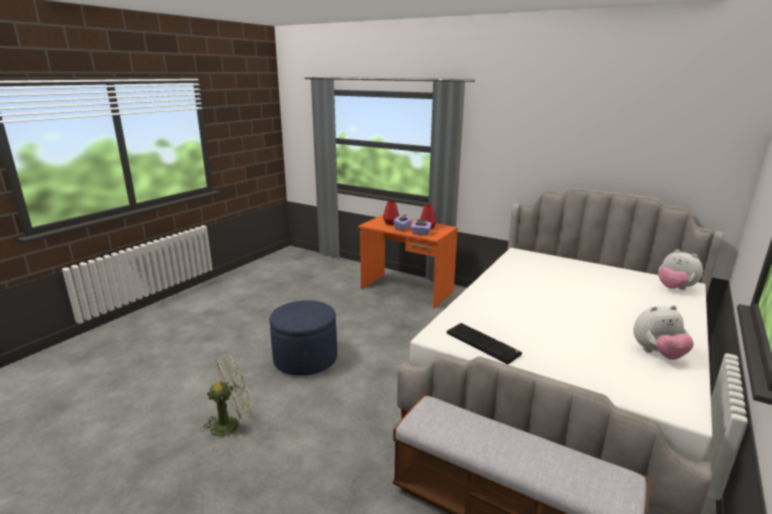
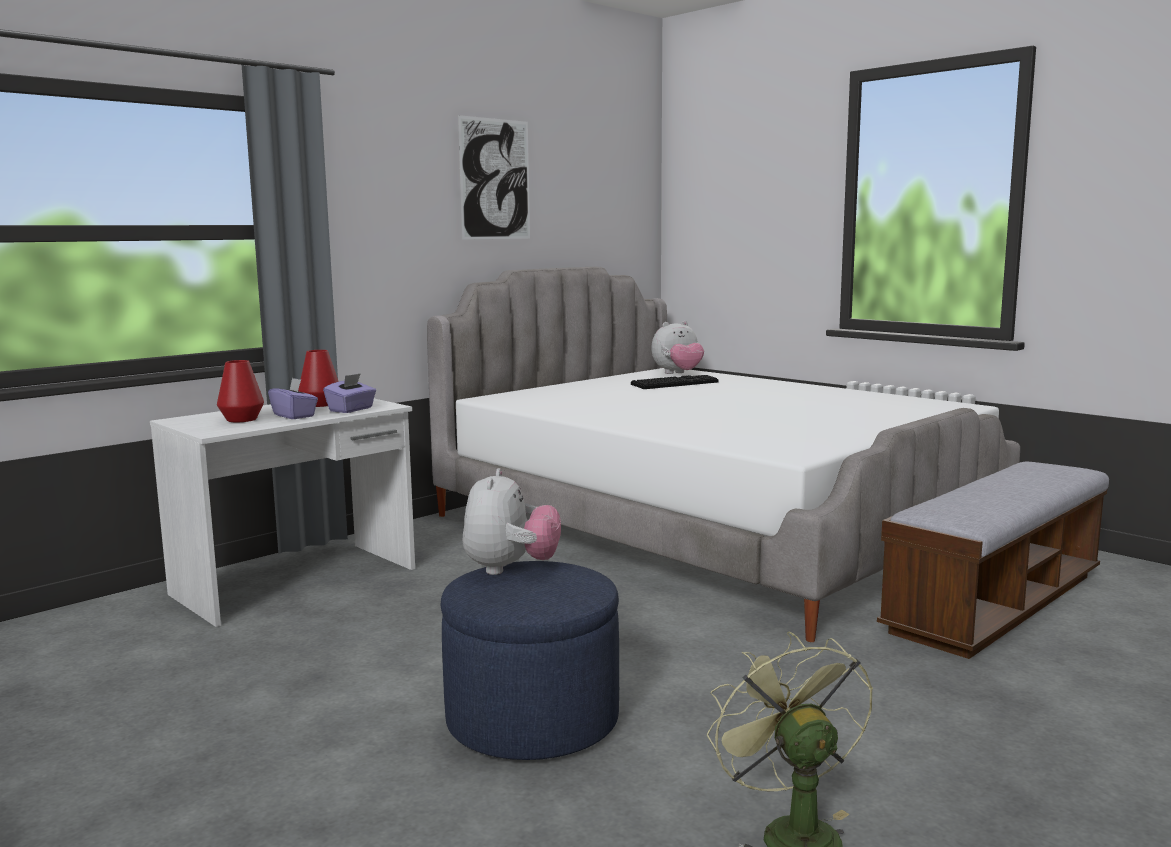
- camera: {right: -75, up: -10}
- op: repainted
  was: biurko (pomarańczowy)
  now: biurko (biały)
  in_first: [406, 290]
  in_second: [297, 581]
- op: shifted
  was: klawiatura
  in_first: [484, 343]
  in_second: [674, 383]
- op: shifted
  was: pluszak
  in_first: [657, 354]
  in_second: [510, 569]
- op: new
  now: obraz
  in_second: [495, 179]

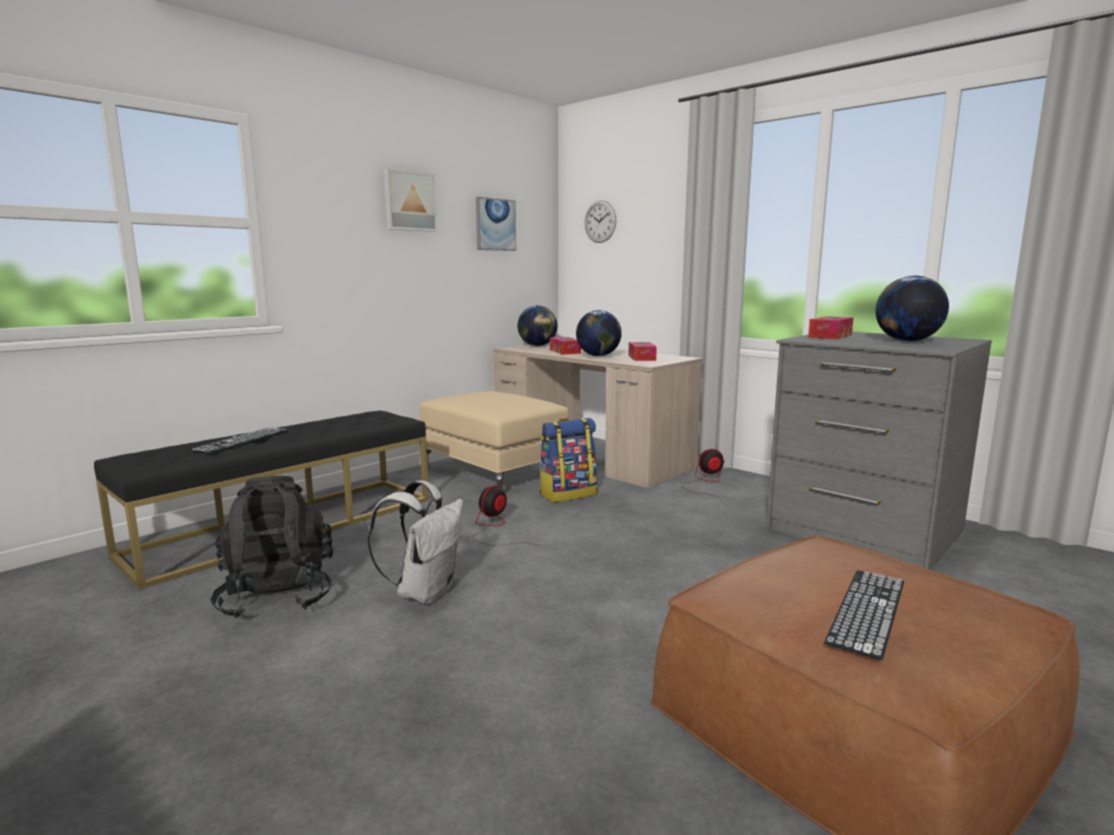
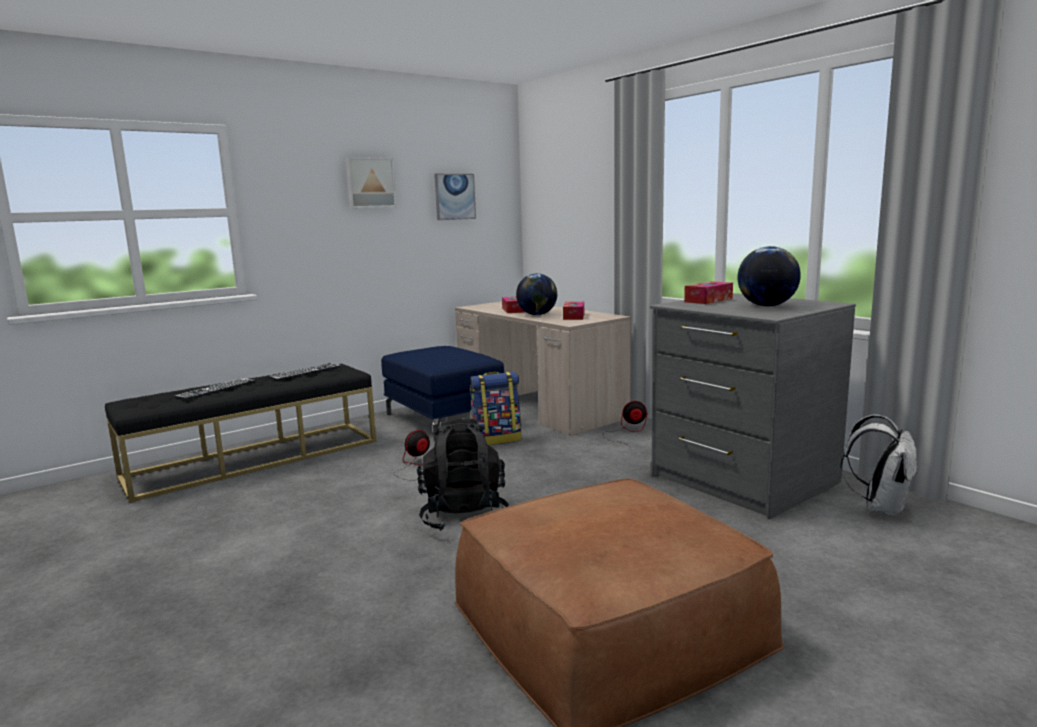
- camera: {right: 10, up: 0}
- op: shifted
  was: plecak (czarny)
  in_first: [278, 596]
  in_second: [464, 516]
- op: shifted
  was: plecak (biały)
  in_first: [425, 592]
  in_second: [880, 508]
- op: repainted
  was: pufa (beżowy)
  now: pufa (niebieski)
  in_first: [494, 473]
  in_second: [444, 419]
- op: gone
  was: globus
  in_first: [537, 346]
- op: gone
  was: zegar ścienny
  in_first: [600, 221]
- op: shifted
  was: klawiatura
  in_first: [867, 610]
  in_second: [305, 371]

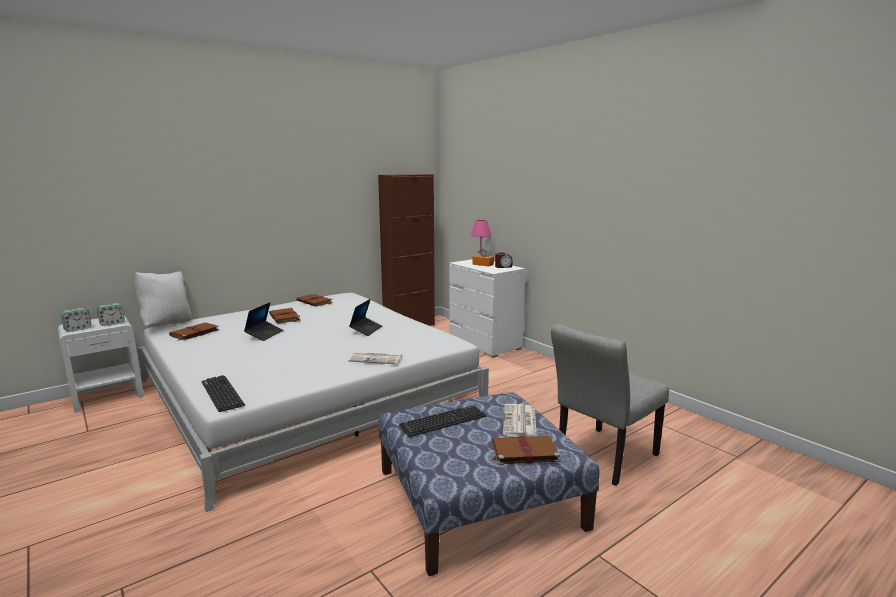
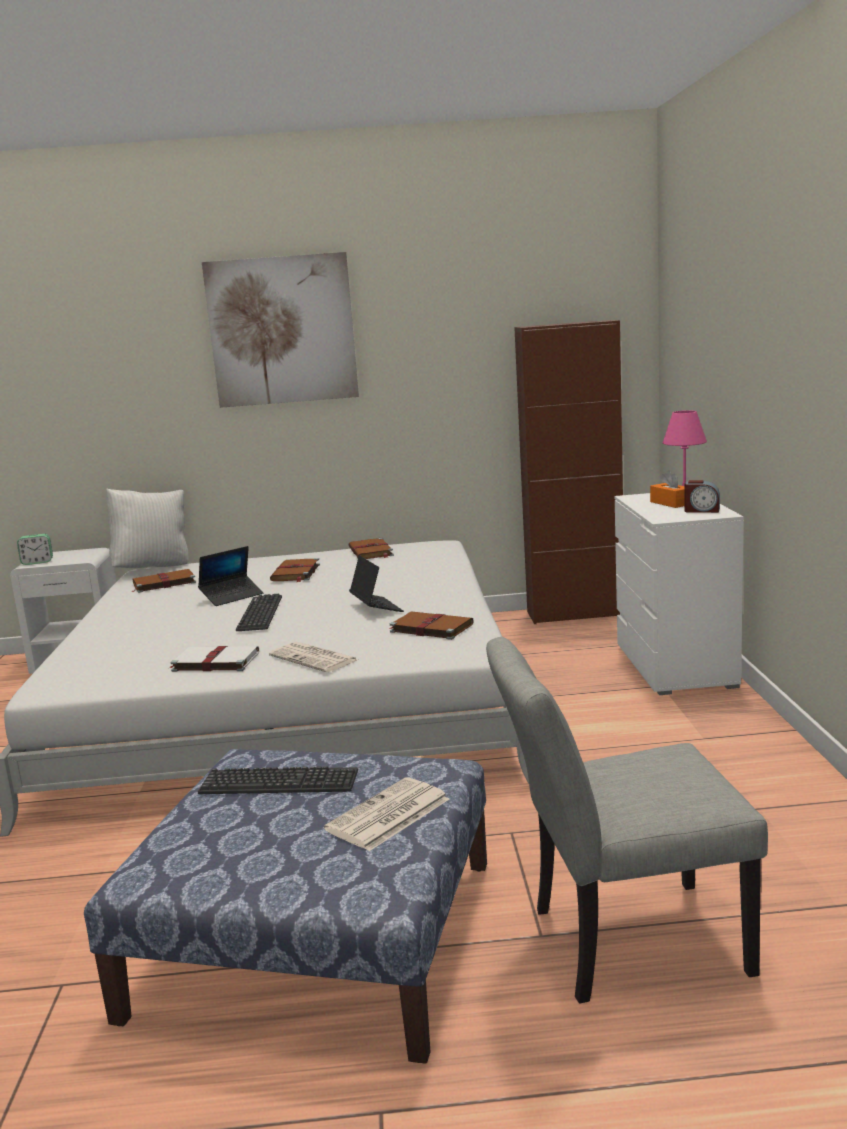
- camera: {right: 35, up: 0}
- op: gone
  was: budzik
  in_first: [112, 323]
- op: shifted
  was: klawiatura
  in_first: [222, 394]
  in_second: [260, 613]
- op: rotated
  was: laptop
  in_first: [366, 330]
  in_second: [376, 608]
  clockwise: -75
- op: shifted
  was: książka (brązowy)
  in_first: [523, 452]
  in_second: [430, 628]
- op: new
  now: książka (biały)
  in_second: [214, 662]
- op: new
  now: obraz
  in_second: [282, 330]

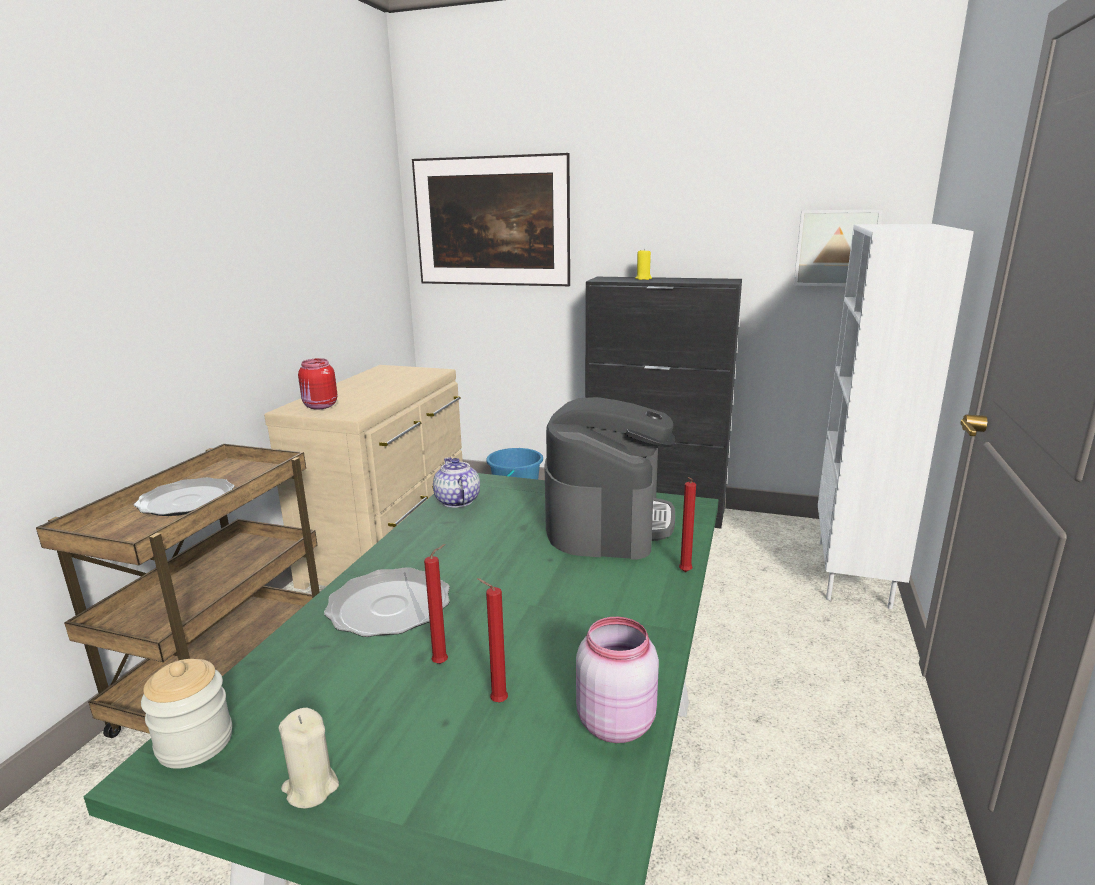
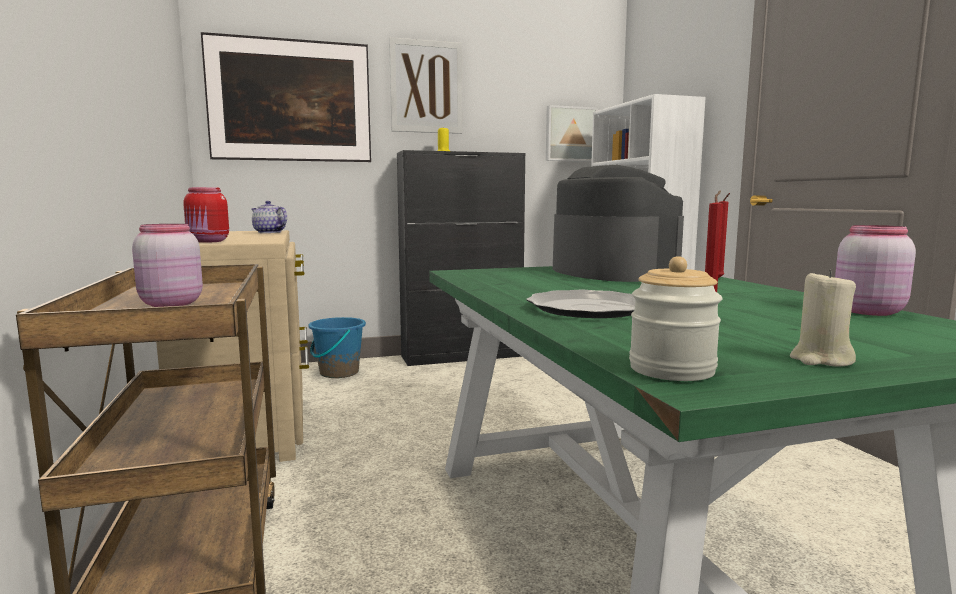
- camera: {right: -35, up: -10}
- op: swapped
  was: talerz
  now: słoik (różowy)
  in_first: [186, 500]
  in_second: [169, 304]
- op: shifted
  was: imbryk
  in_first: [456, 501]
  in_second: [269, 232]
- op: gone
  was: świeca (czerwony)
  in_first: [496, 702]
- op: new
  now: obraz
  in_second: [426, 87]

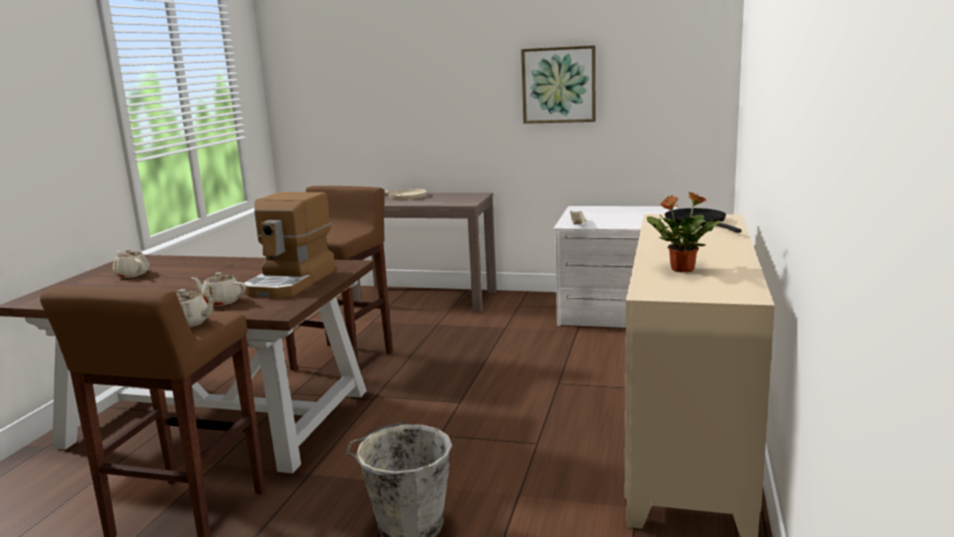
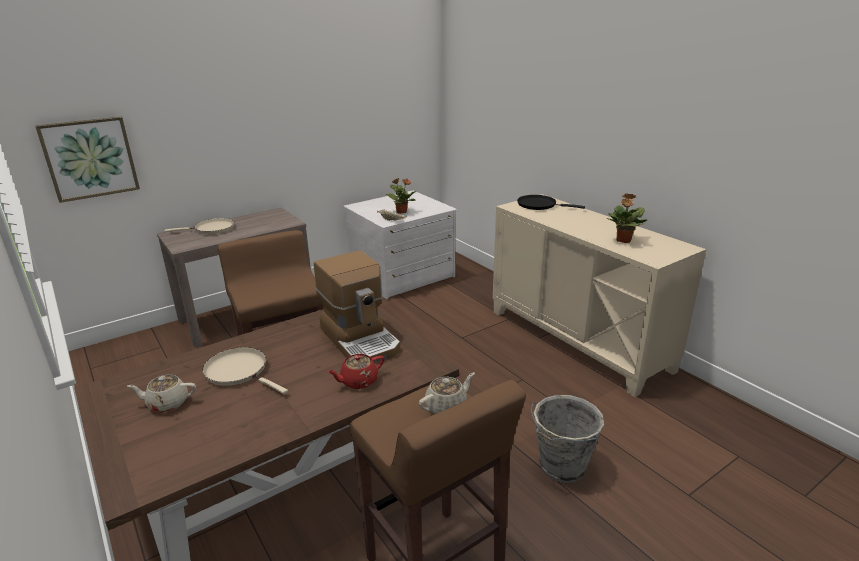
- camera: {right: -50, up: 10}
- op: repainted
  was: imbryk (beżowy)
  now: imbryk (czerwony)
  in_first: [221, 301]
  in_second: [358, 381]
- op: shifted
  was: obraz
  in_first: [559, 85]
  in_second: [90, 158]
- op: new
  now: patelnia (beżowy)
  in_second: [239, 371]
- op: new
  now: roślina doniczkowa
  in_second: [401, 212]

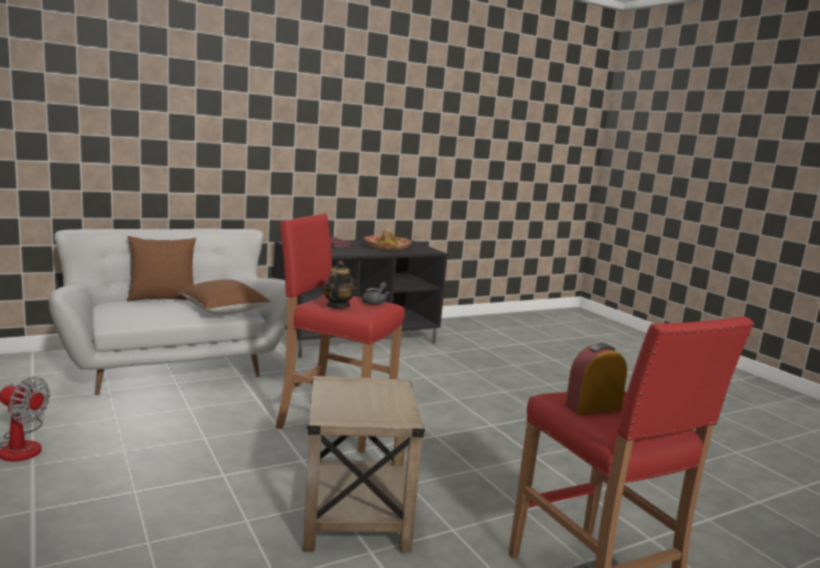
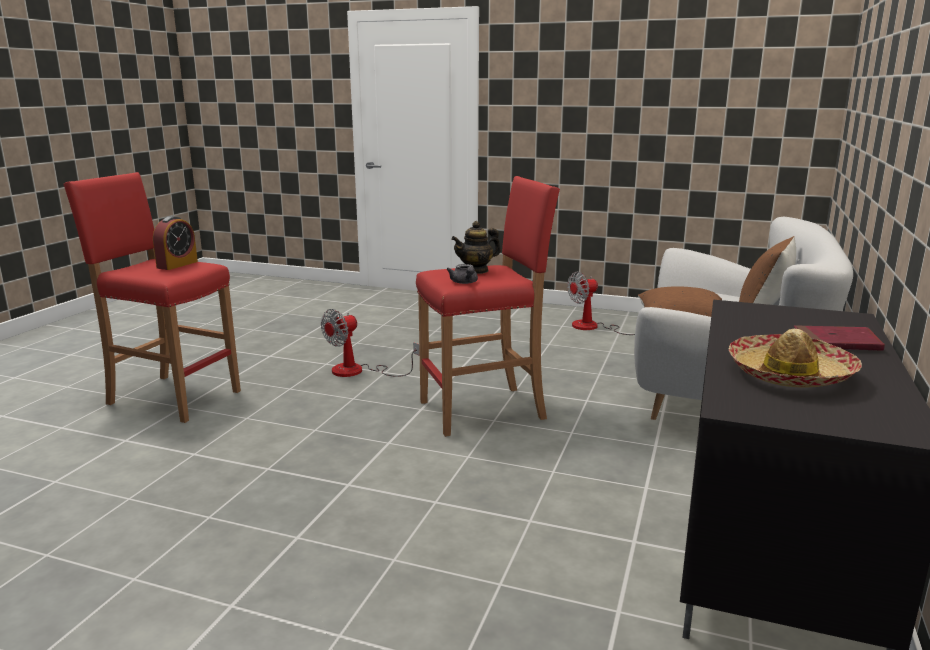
- camera: {right: 140, up: 5}
- op: swapped
  was: stolik (beżowy)
  now: wentylator
  in_first: [355, 517]
  in_second: [358, 371]
- op: rotated
  was: imbryk
  in_first: [337, 306]
  in_second: [476, 270]
  clockwise: 90

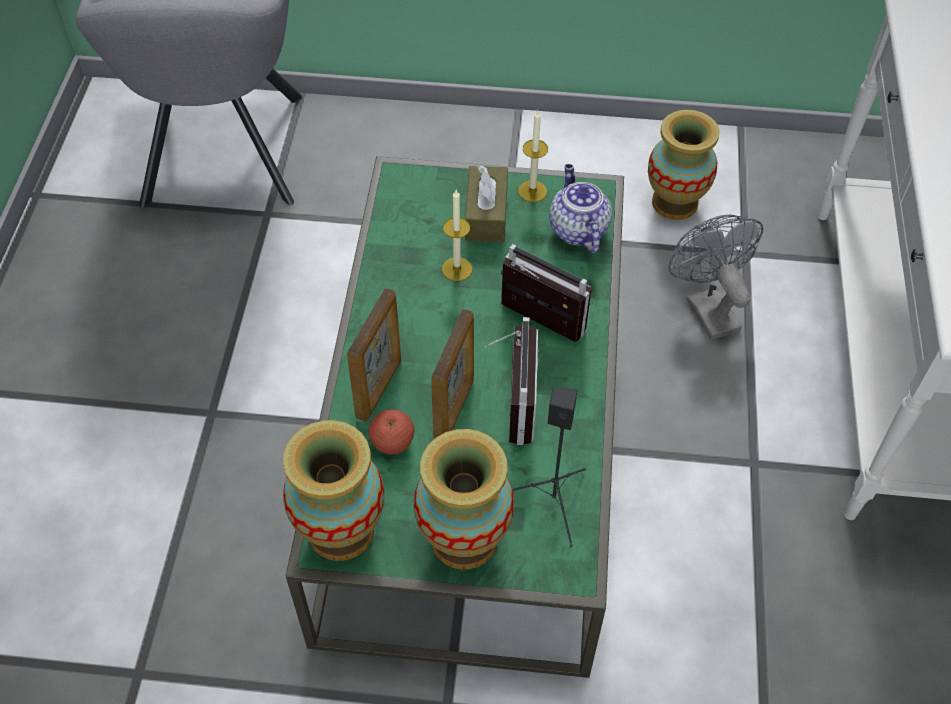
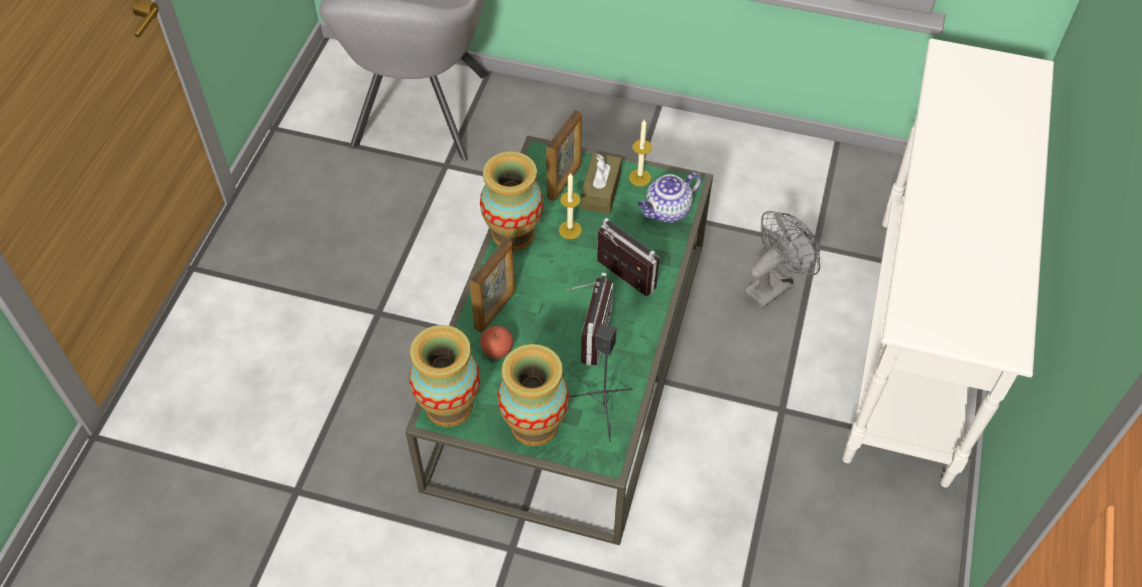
- camera: {right: 10, up: 0}
- op: shifted
  was: ramka na zdjęcie
  in_first: [454, 409]
  in_second: [564, 181]
- op: rotated
  was: imbryk
  in_first: [577, 229]
  in_second: [667, 211]
  clockwise: -120
- op: shifted
  was: wazon
  in_first: [675, 203]
  in_second: [513, 233]
- op: rotated
  was: wentylator (szary)
  in_first: [706, 308]
  in_second: [773, 285]
  clockwise: 60

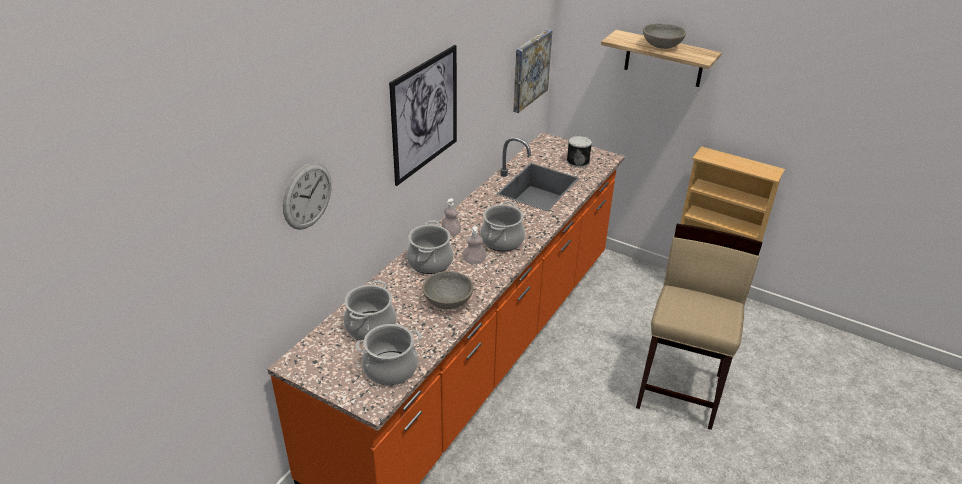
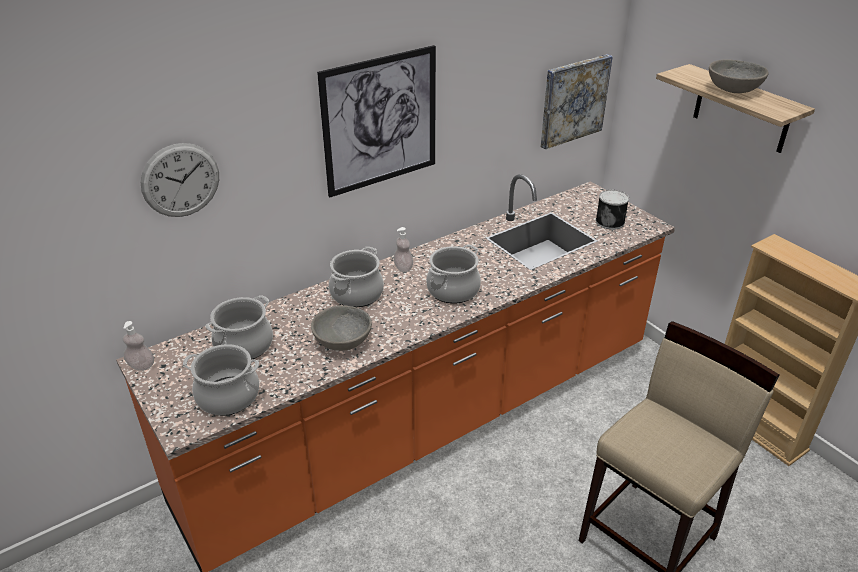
- camera: {right: 25, up: 0}
- op: shifted
  was: dozownik mydła
  in_first: [474, 261]
  in_second: [141, 366]

